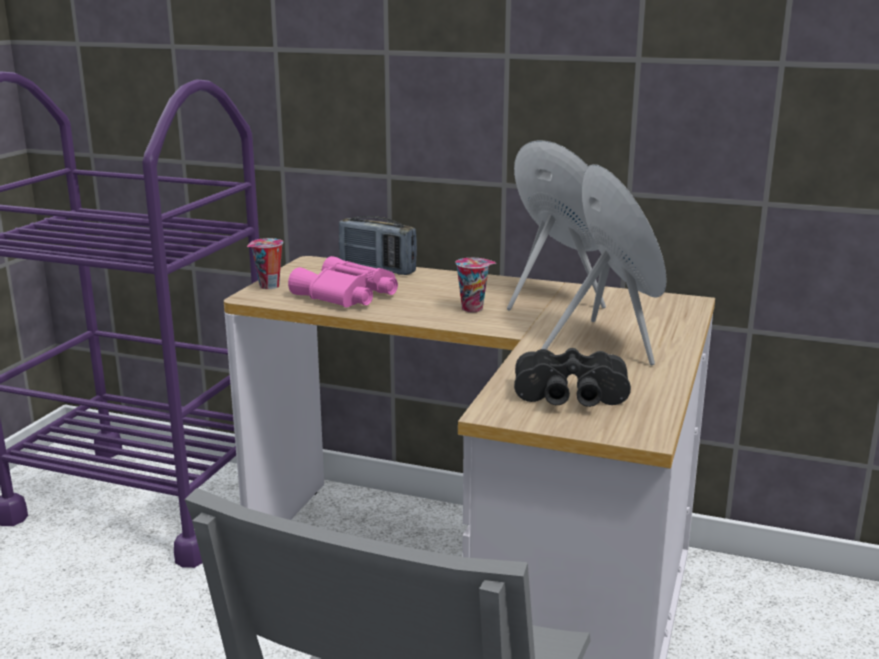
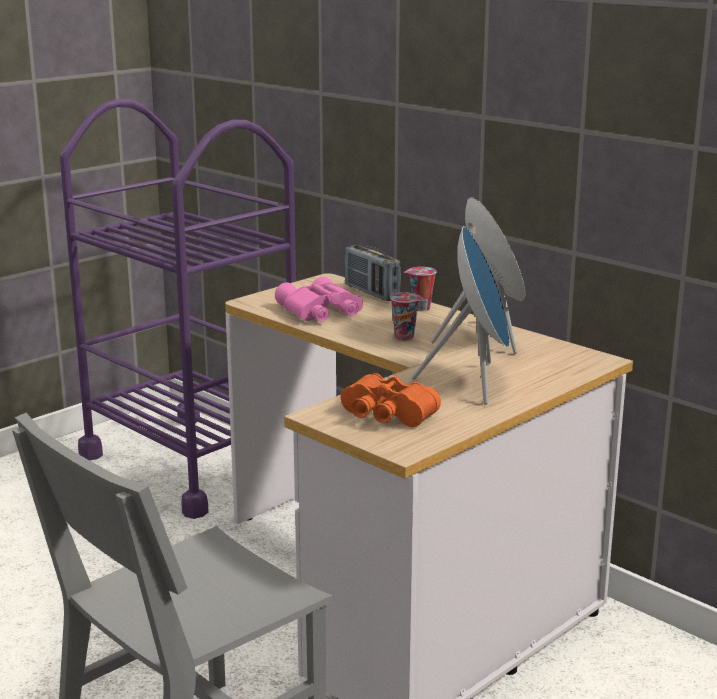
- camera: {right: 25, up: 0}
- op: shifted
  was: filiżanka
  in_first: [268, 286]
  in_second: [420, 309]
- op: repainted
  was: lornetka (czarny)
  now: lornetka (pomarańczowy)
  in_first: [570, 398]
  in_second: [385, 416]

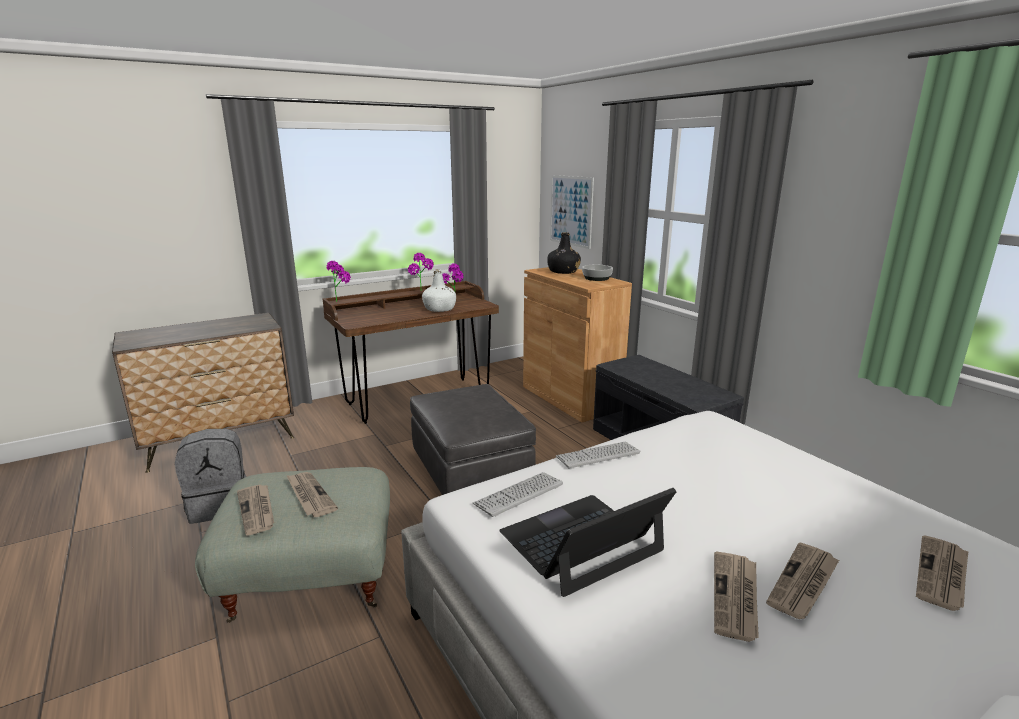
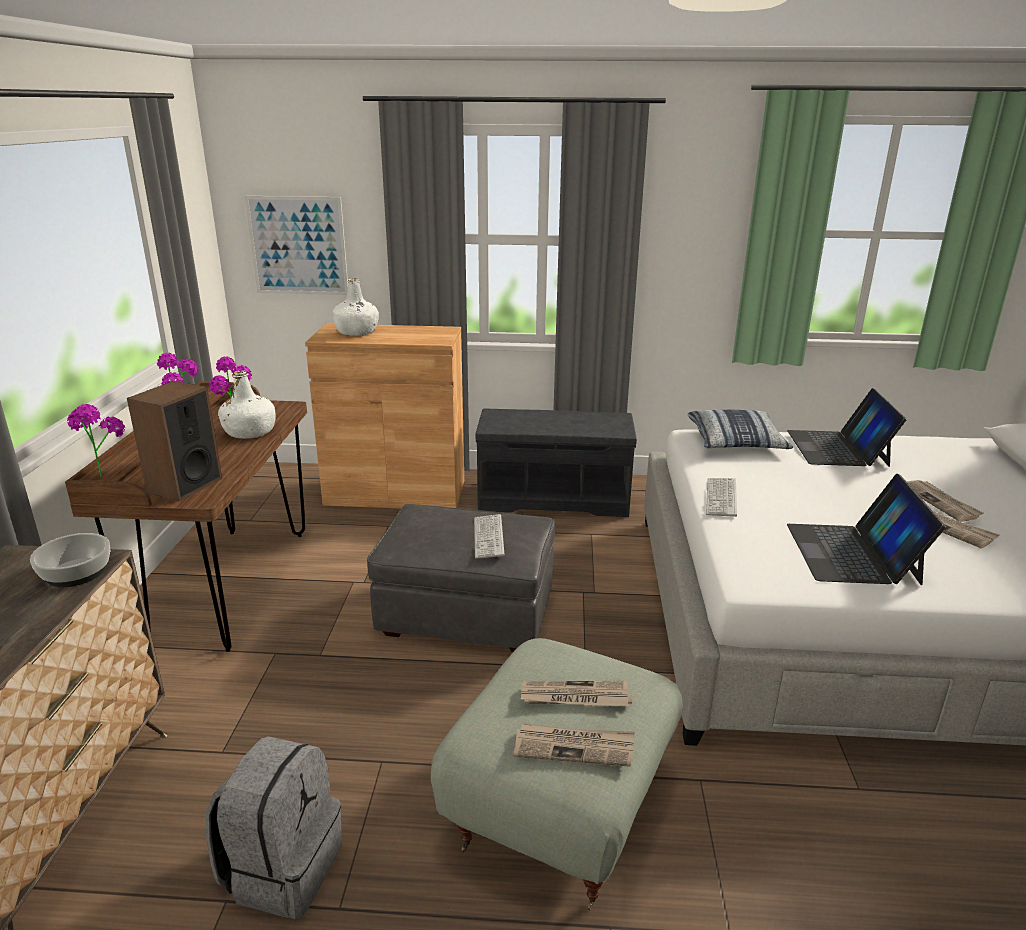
- camera: {right: -55, up: 5}
- op: shifted
  was: klawiatura
  in_first: [519, 494]
  in_second: [488, 537]
- op: repainted
  was: butelka (czarny)
  now: butelka (biały)
  in_first: [563, 272]
  in_second: [357, 332]
- op: shifted
  was: miska
  in_first: [597, 278]
  in_second: [76, 572]
- op: gone
  was: gazeta
  in_first: [942, 575]
- op: new
  now: głośnik
  in_second: [184, 485]
- op: new
  now: poduszka
  in_second: [736, 442]
- op: new
  now: laptop
  in_second: [838, 448]

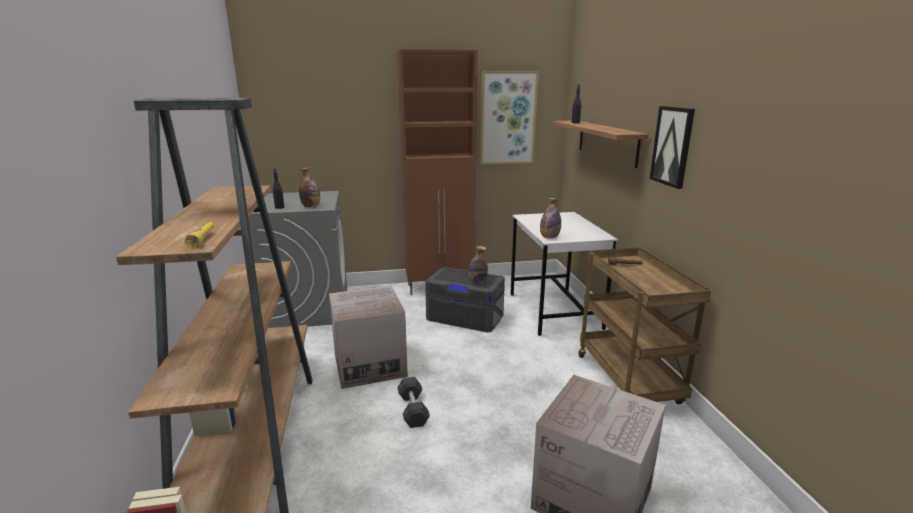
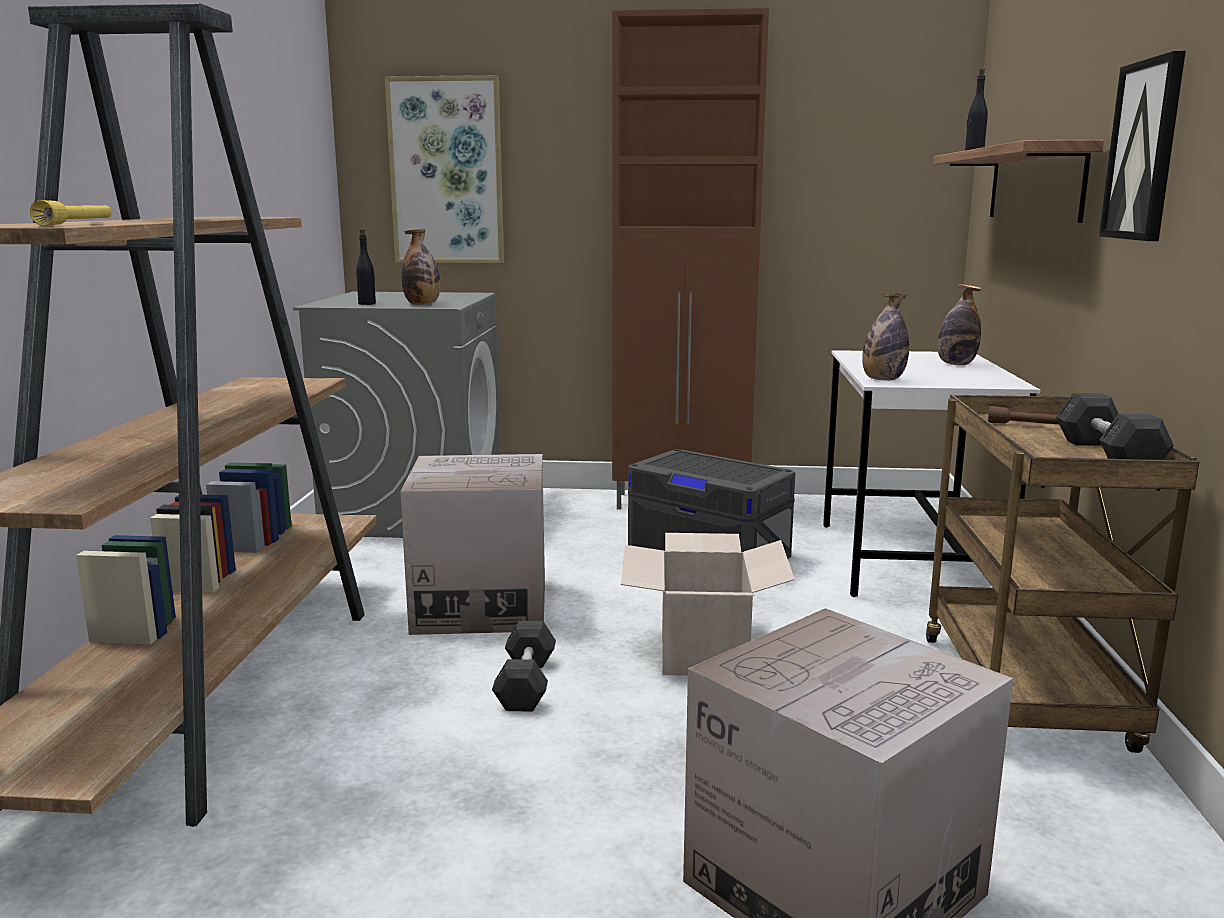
- camera: {right: 15, up: -5}
- op: shifted
  was: butelka
  in_first: [477, 282]
  in_second: [956, 364]
- op: shifted
  was: obraz
  in_first: [508, 118]
  in_second: [446, 171]
- op: new
  now: karton
  in_second: [704, 651]
- op: new
  now: hantel (szary)
  in_second: [1107, 455]

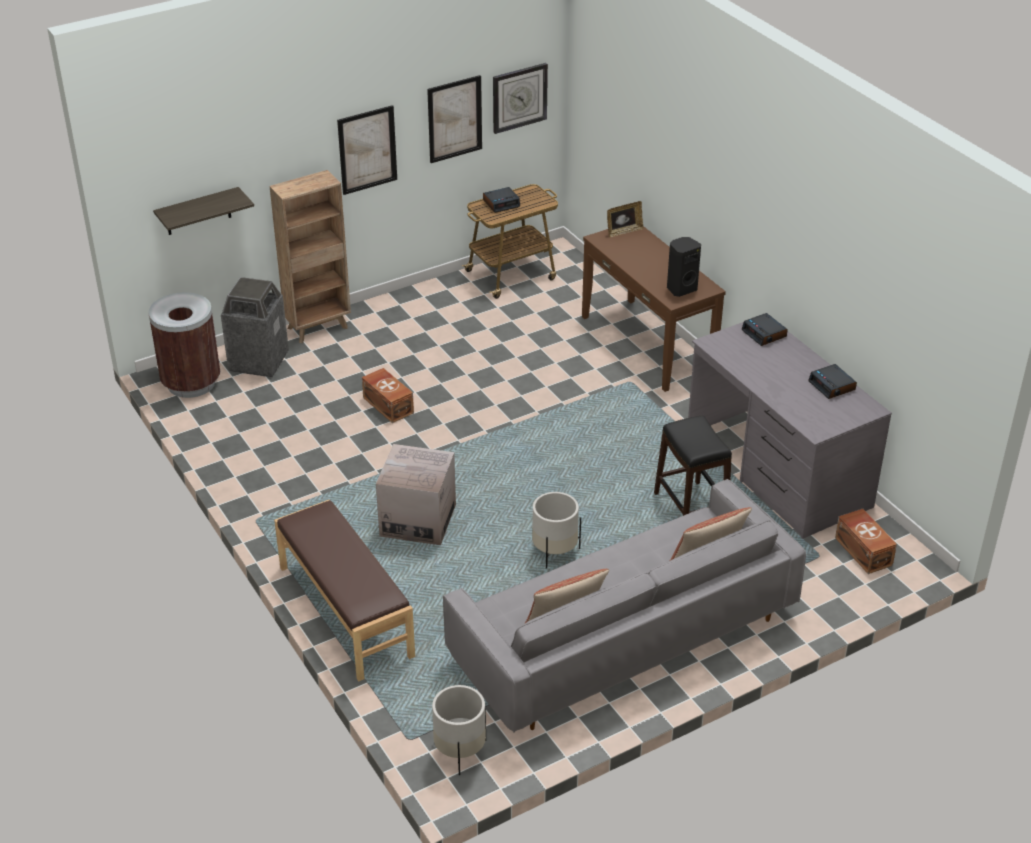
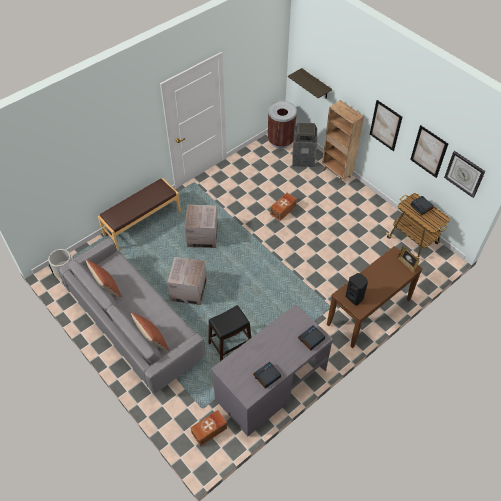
- camera: {right: 80, up: 15}
- op: swapped
  was: donica (biały)
  now: karton
  in_first: [554, 552]
  in_second: [189, 290]

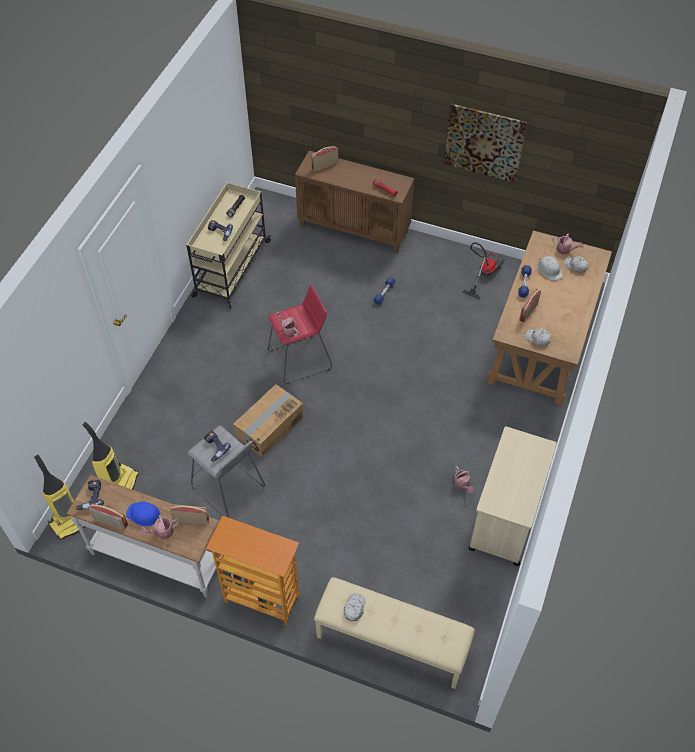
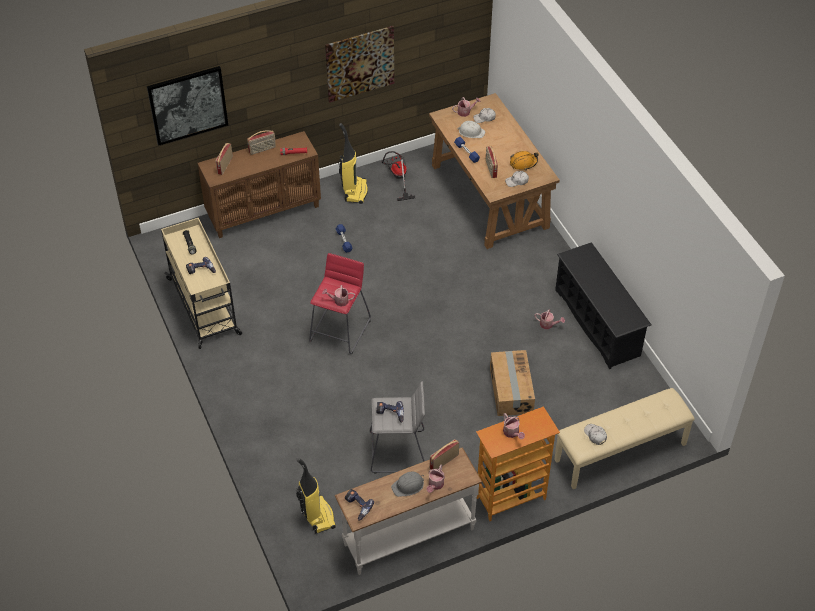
- camera: {right: -45, up: -5}
- op: shifted
  was: odkurzacz
  in_first: [72, 520]
  in_second: [355, 191]
- op: shifted
  was: radio
  in_first: [110, 522]
  in_second: [262, 150]
- op: repainted
  was: kask (niebieski)
  now: kask (szary)
  in_first: [144, 515]
  in_second: [408, 486]
- op: shifted
  was: karton
  in_first: [269, 427]
  in_second: [510, 390]
- op: swapped
  was: wózek (beżowy)
  now: regał na buty (czarny)
  in_first: [505, 517]
  in_second: [597, 323]
- op: new
  now: obraz
  in_second: [188, 105]
- op: new
  now: konewka
  in_second: [512, 433]
- op: new
  now: kask (pomarańczowy)
  in_second: [523, 163]

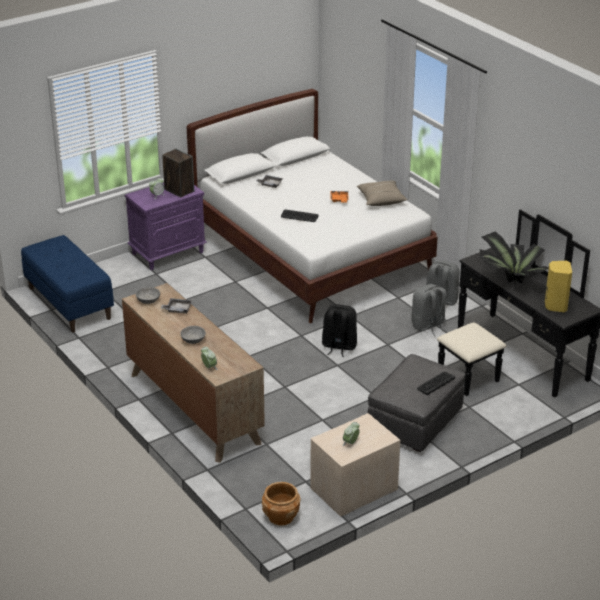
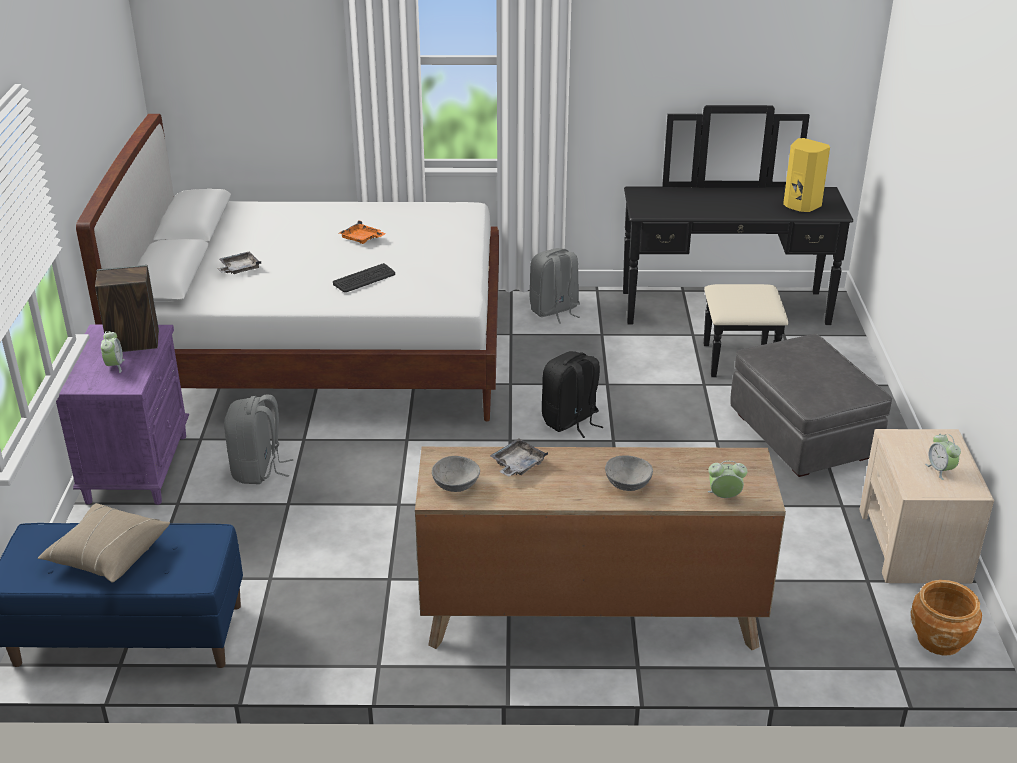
- camera: {right: -55, up: 0}
- op: shifted
  was: poduszka (beżowy)
  in_first: [381, 199]
  in_second: [108, 554]
- op: shifted
  was: plecak (szary)
  in_first: [428, 326]
  in_second: [258, 470]
- op: gone
  was: klawiatura
  in_first: [435, 383]
- op: gone
  was: roślina doniczkowa
  in_first: [510, 279]

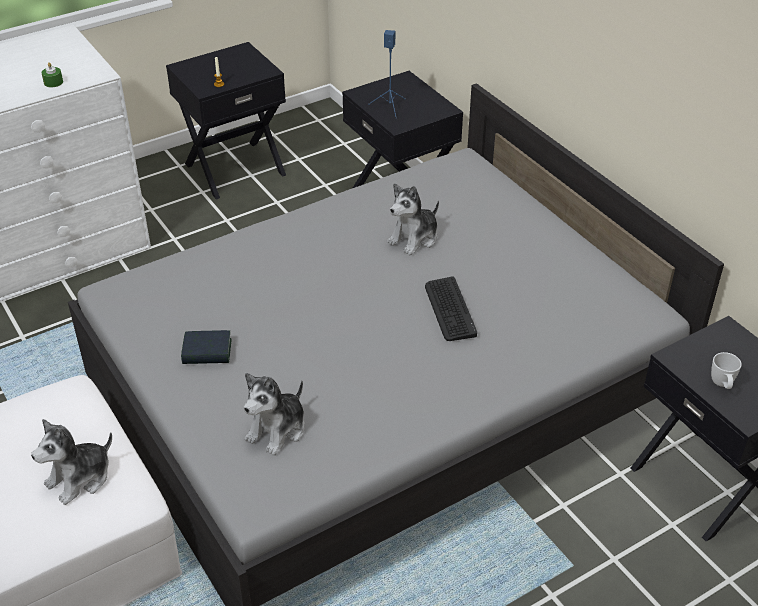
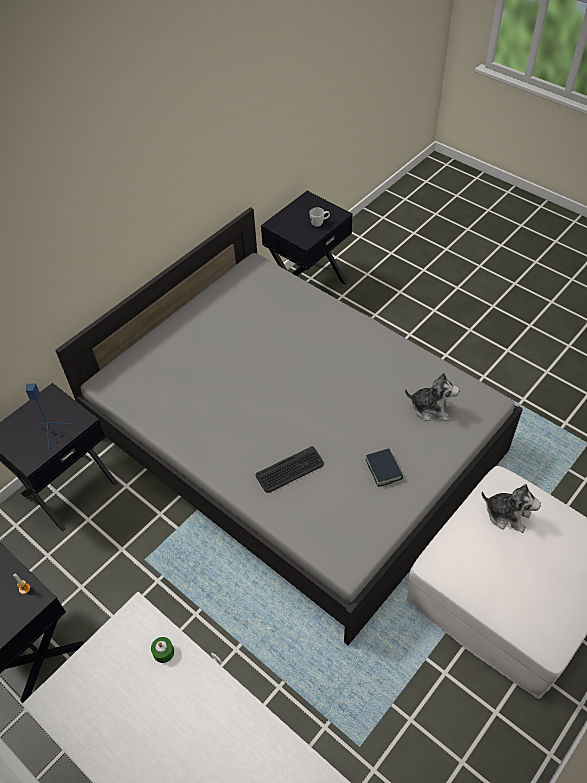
- camera: {right: -105, up: 10}
- op: gone
  was: pluszak
  in_first: [414, 238]
- op: shifted
  was: klawiatura
  in_first: [449, 309]
  in_second: [290, 470]

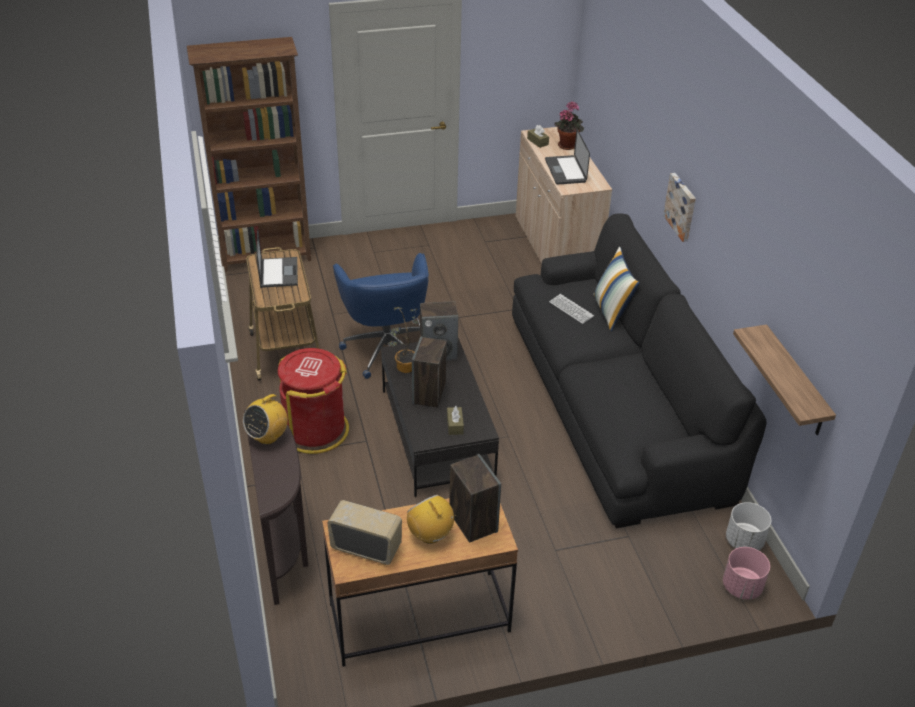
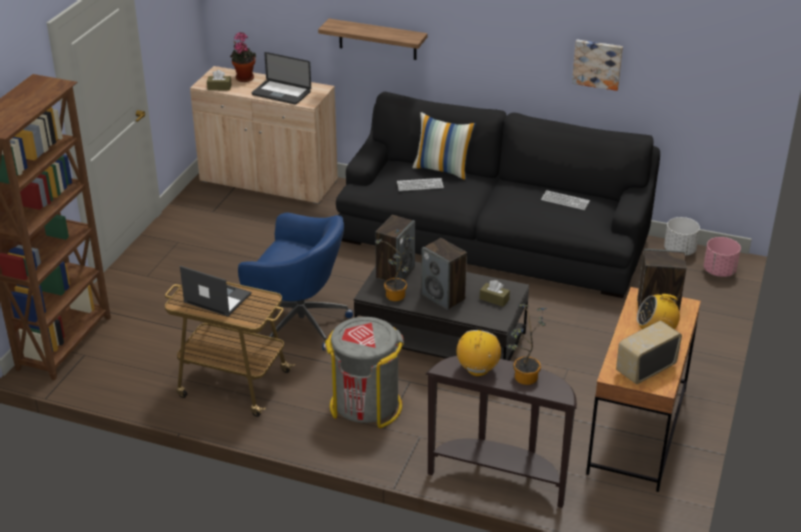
- camera: {right: -55, up: -5}
- op: rotated
  was: radio
  in_first: [268, 436]
  in_second: [478, 370]
  clockwise: -150
- op: repainted
  was: kosz na śmieci (czerwony)
  now: kosz na śmieci (szary)
  in_first: [316, 430]
  in_second: [366, 405]
- op: shifted
  was: obraz
  in_first: [681, 206]
  in_second: [597, 64]
- op: shifted
  was: półka
  in_first: [795, 382]
  in_second: [377, 39]
- op: new
  now: roślina doniczkowa
  in_second: [523, 379]
- op: new
  now: klawiatura
  in_second: [565, 201]

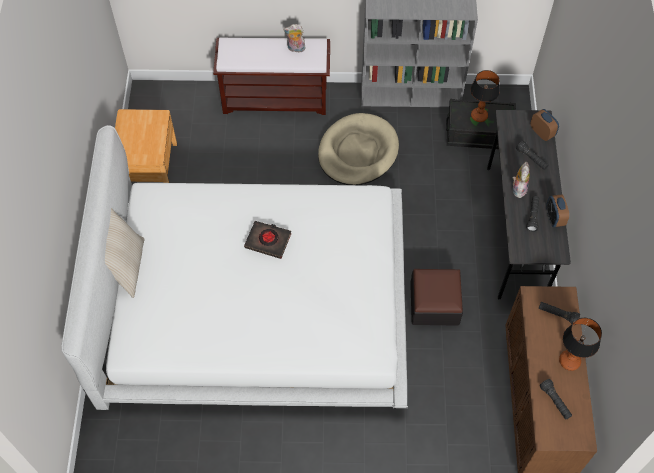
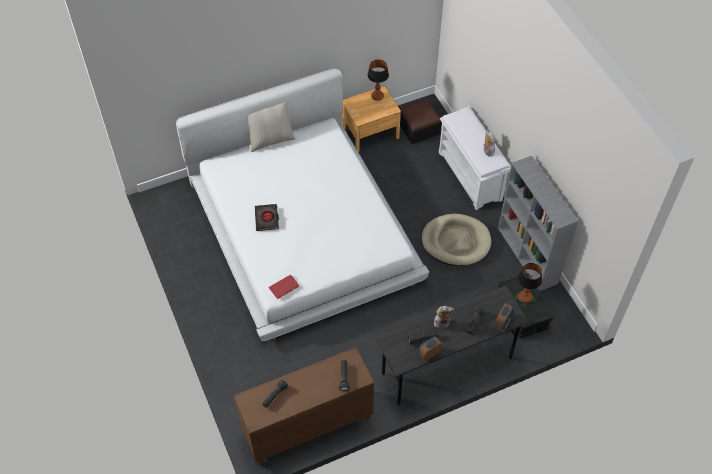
- camera: {right: 65, up: -5}
- op: repainted
  was: ławka (brązowy)
  now: ławka (biały)
  in_first: [276, 99]
  in_second: [470, 176]
- op: shifted
  was: książka (czarny)
  in_first: [268, 241]
  in_second: [267, 219]
- op: shifted
  was: pufa
  in_first: [434, 304]
  in_second: [419, 128]
- op: shifted
  was: lampa stołowa
  in_first: [570, 361]
  in_second: [377, 96]
- op: new
  now: książka (czerwony)
  in_second: [285, 287]

